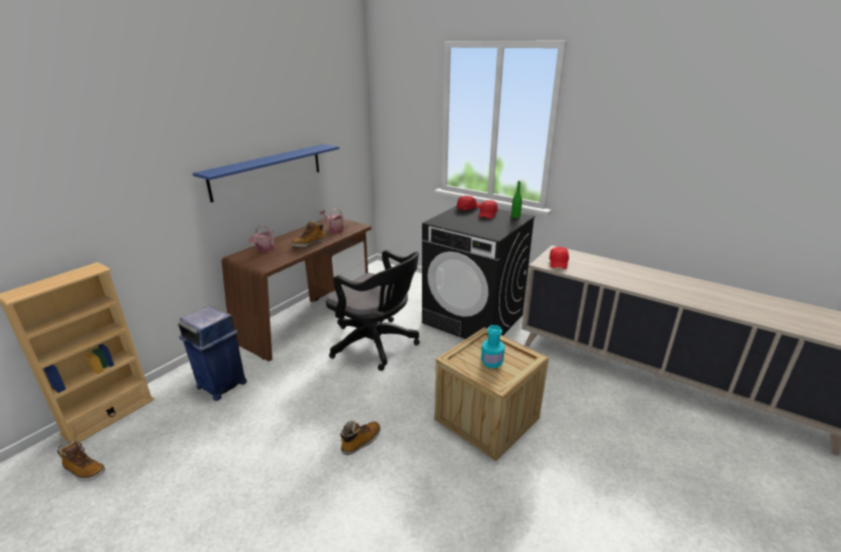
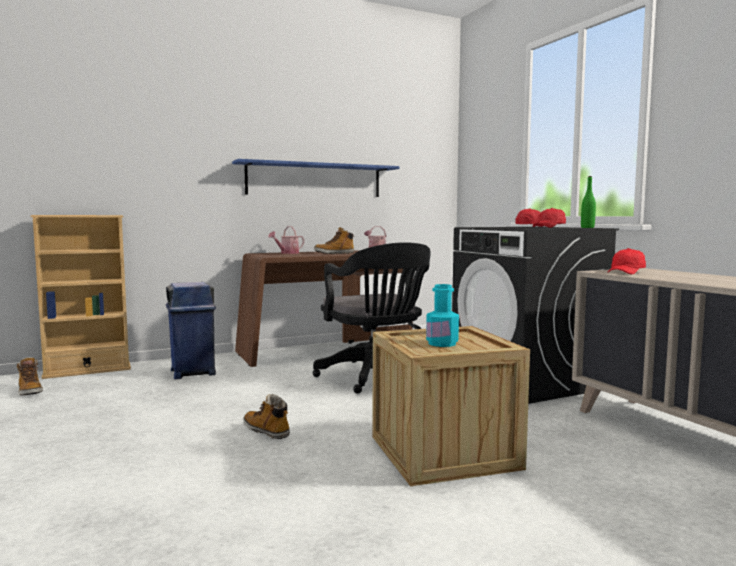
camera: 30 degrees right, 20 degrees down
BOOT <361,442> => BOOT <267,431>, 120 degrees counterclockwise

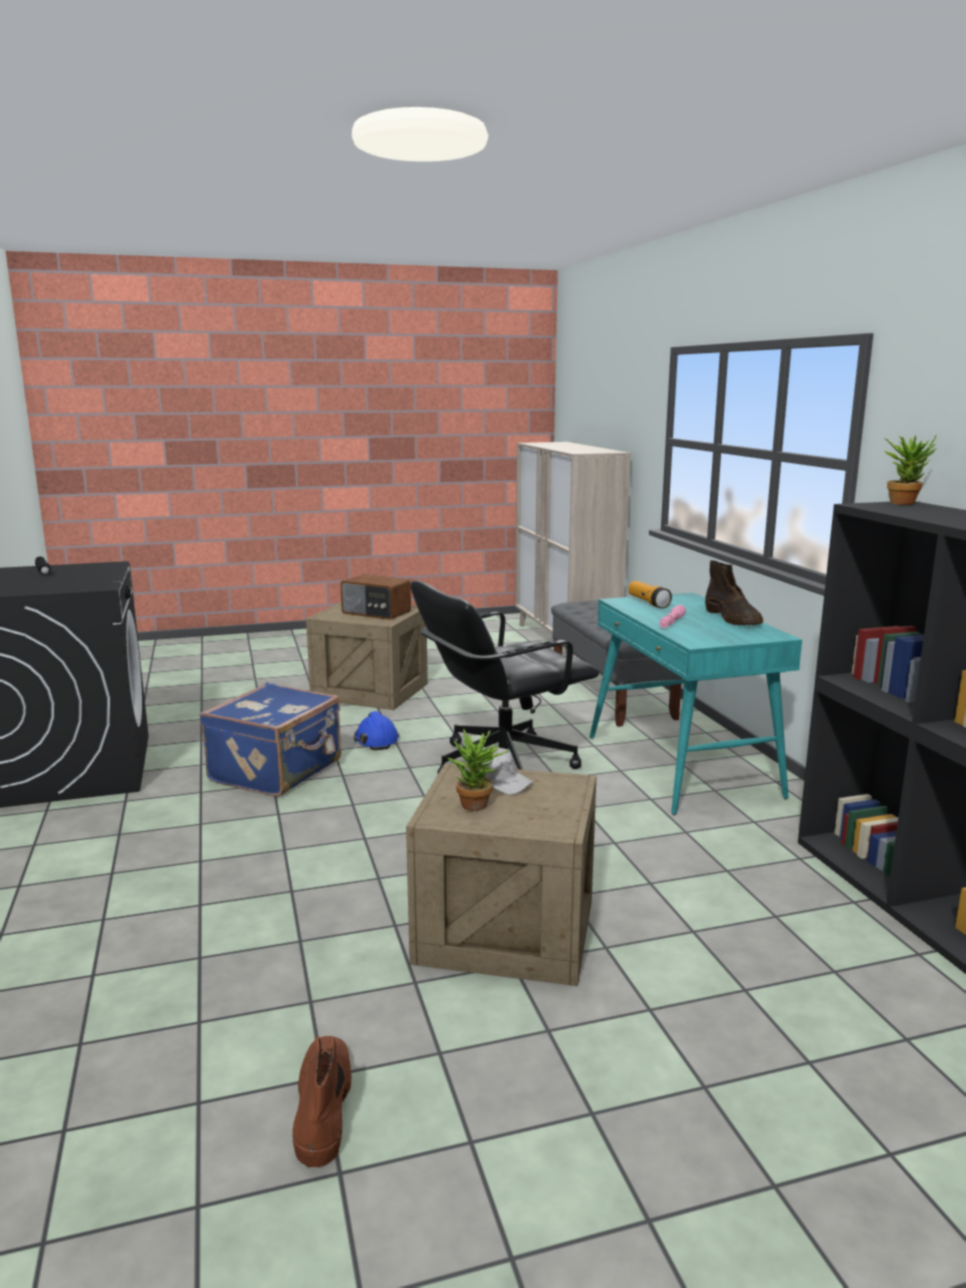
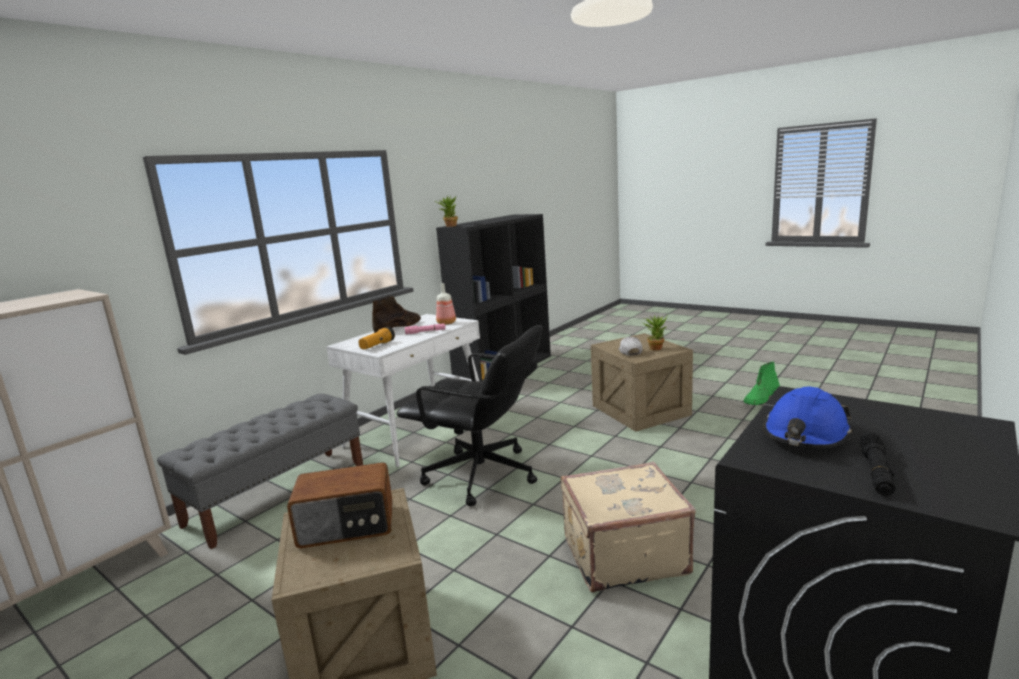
camera: 125 degrees left, 0 degrees up
RADIO <376,613> => RADIO <347,526>, 90 degrees clockwise
BLUE-GREEN DESK <682,766> => WHITISH DESK <418,430>
nothing => DRINK BOTTLE <447,323>
BLUE-COLOURED PIECE OF LUGGAGE <278,771> => BEIGE-COLOURED PIECE OF LUGGAGE <623,554>
BROWN BOOT <323,1104> => GREEN-COLOURED BOOT <761,399>
BLUE-COLOURED HARD HAT <376,740> => BLUE-COLOURED HARD HAT <805,435>, relocated

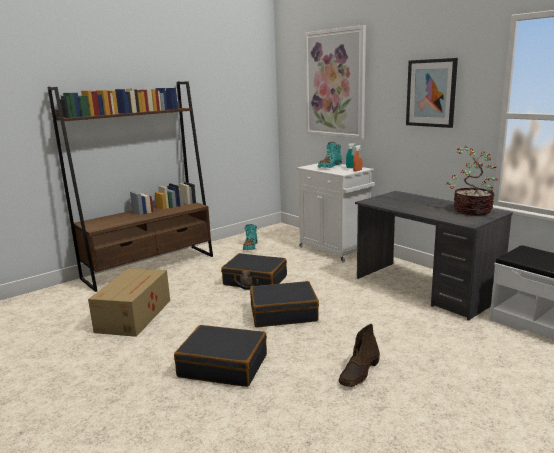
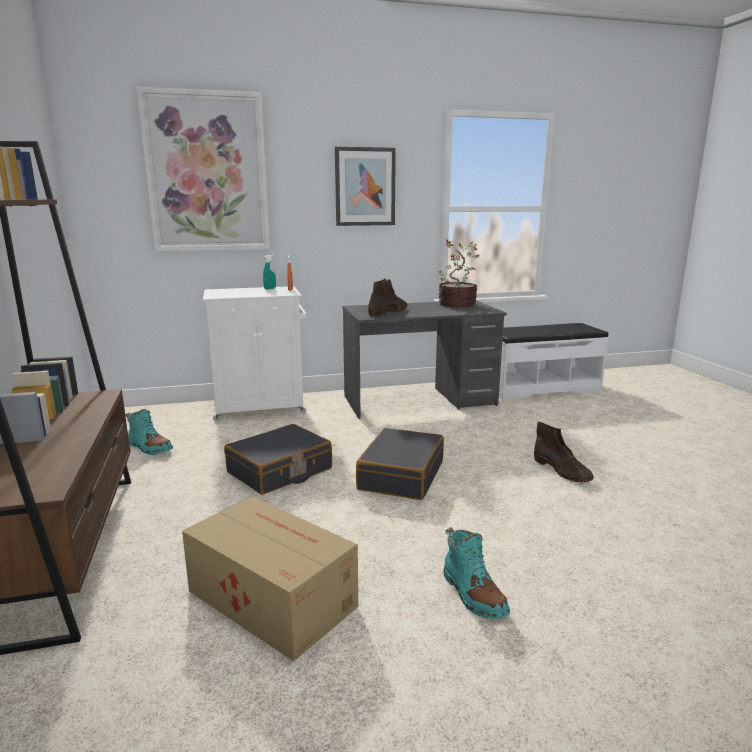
camera: 65 degrees left, 0 degrees up
nothing => BROWN BOOT <388,312>
BLUE-GREEN BOOT <329,166> => BLUE-GREEN BOOT <473,594>, relocated
BLACKISH PIECE OF LUGGAGE <223,365> => nothing

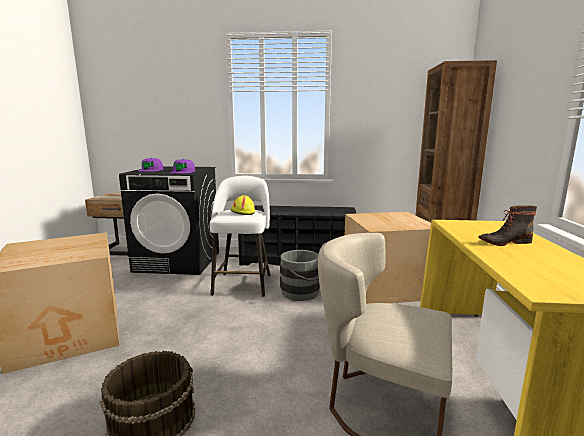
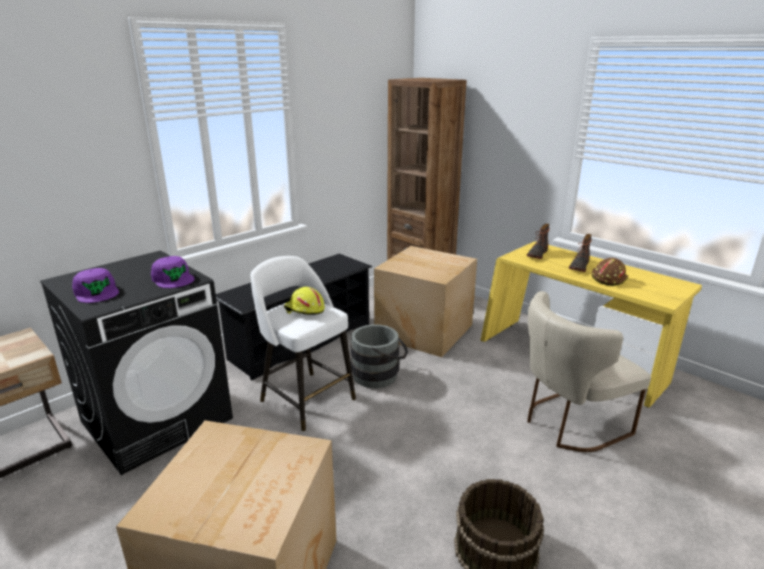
camera: 50 degrees left, 10 degrees up
nothing => BOOT <537,254>
nothing => BROWN HARD HAT <608,278>

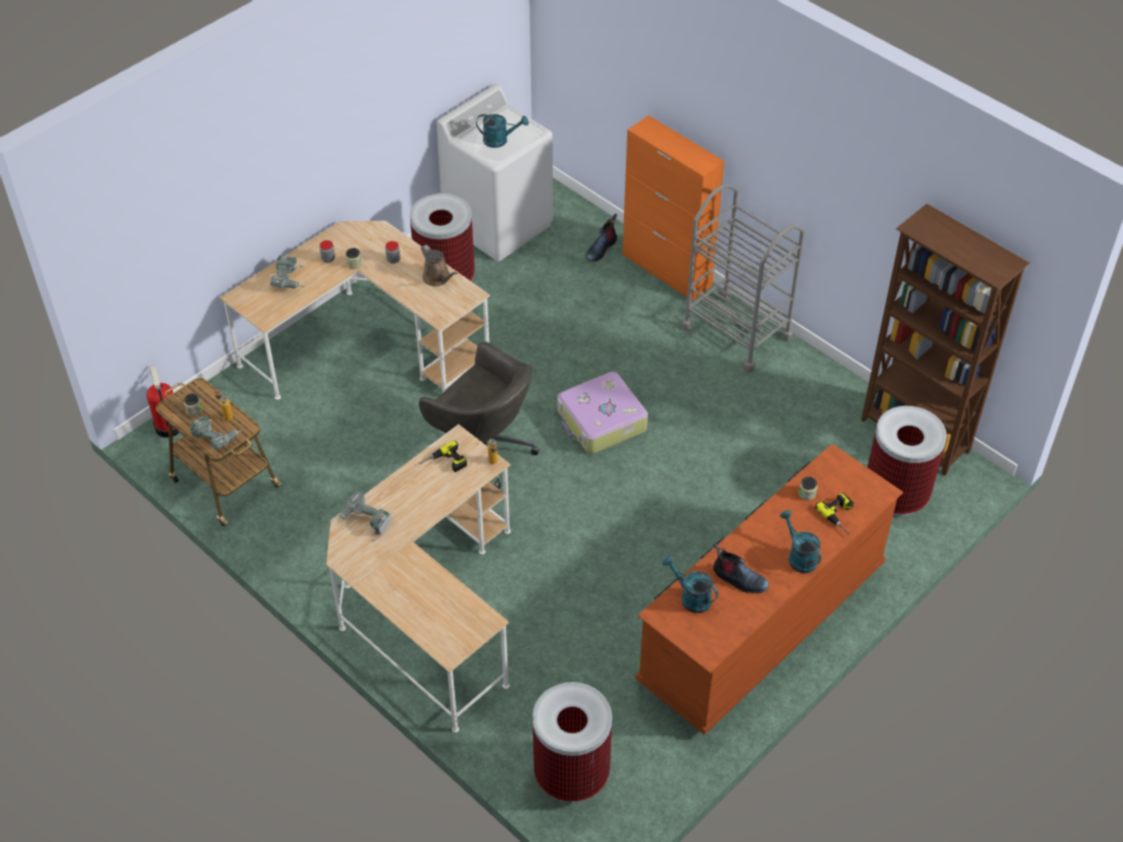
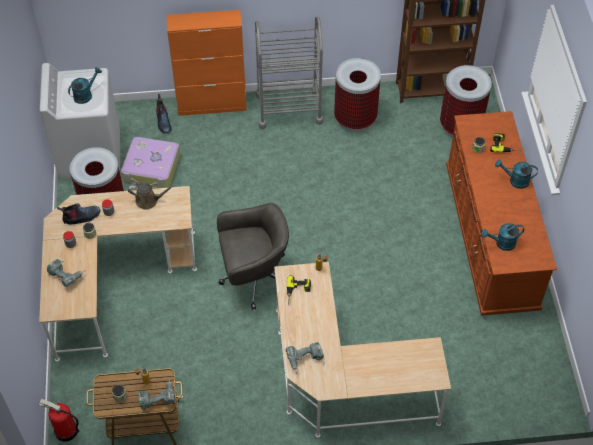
camera: 50 degrees left, 5 degrees up
BOOT <738,579> => BOOT <81,217>, relocated
PIECE OF LUGGAGE <601,422> => PIECE OF LUGGAGE <152,169>, relocated
WASTE BIN <571,774> => WASTE BIN <355,118>, relocated

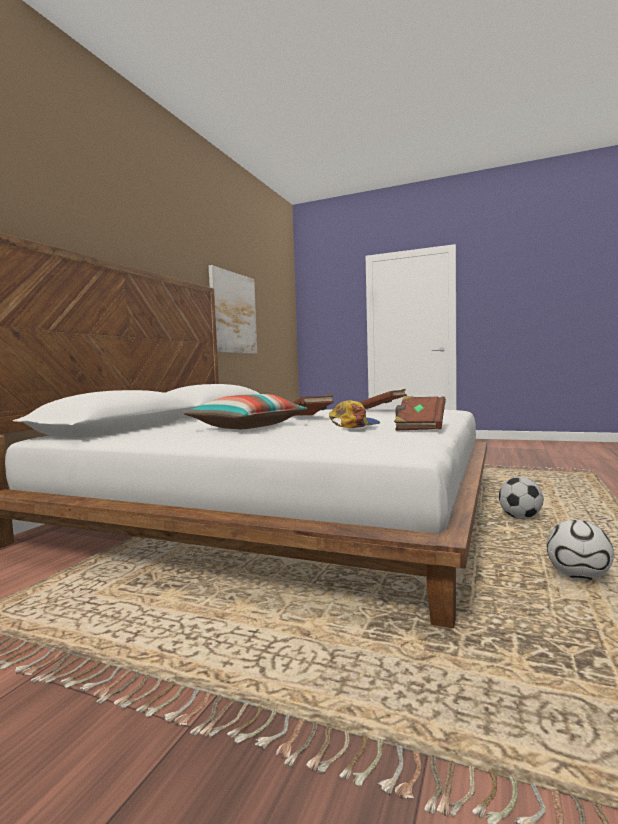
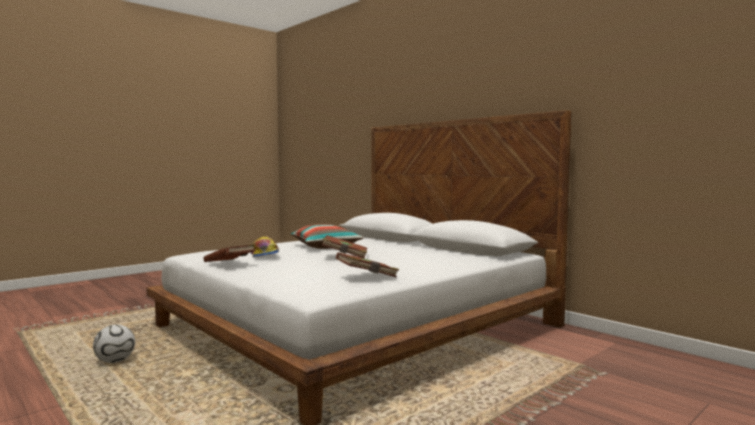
camera: 115 degrees right, 0 degrees up
WALL PICTURE <233,313> => nothing
FOOTBALL BALL <521,518> => nothing

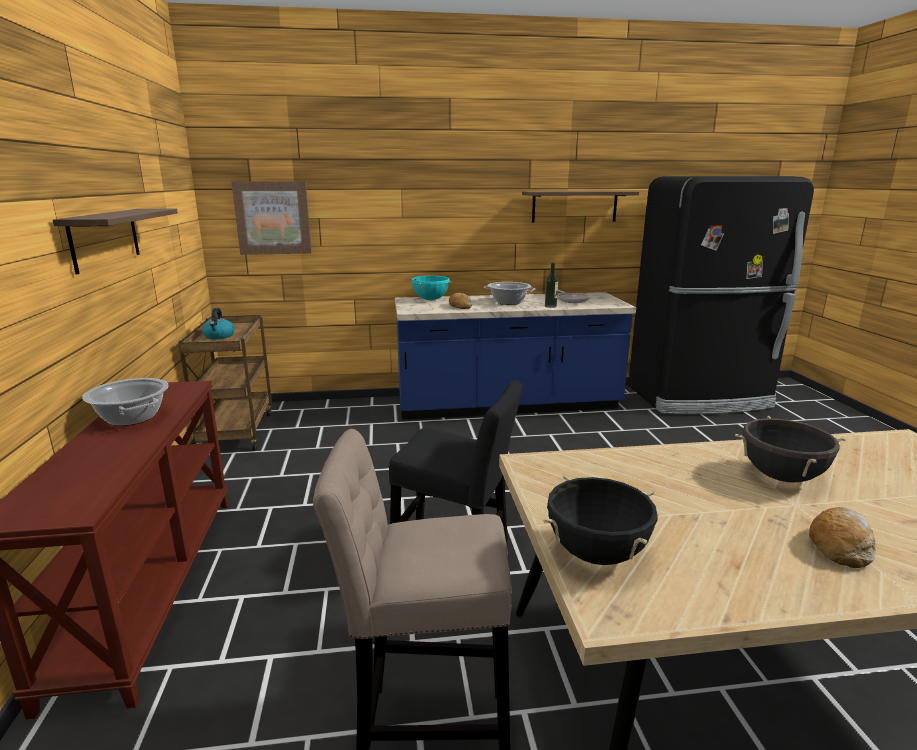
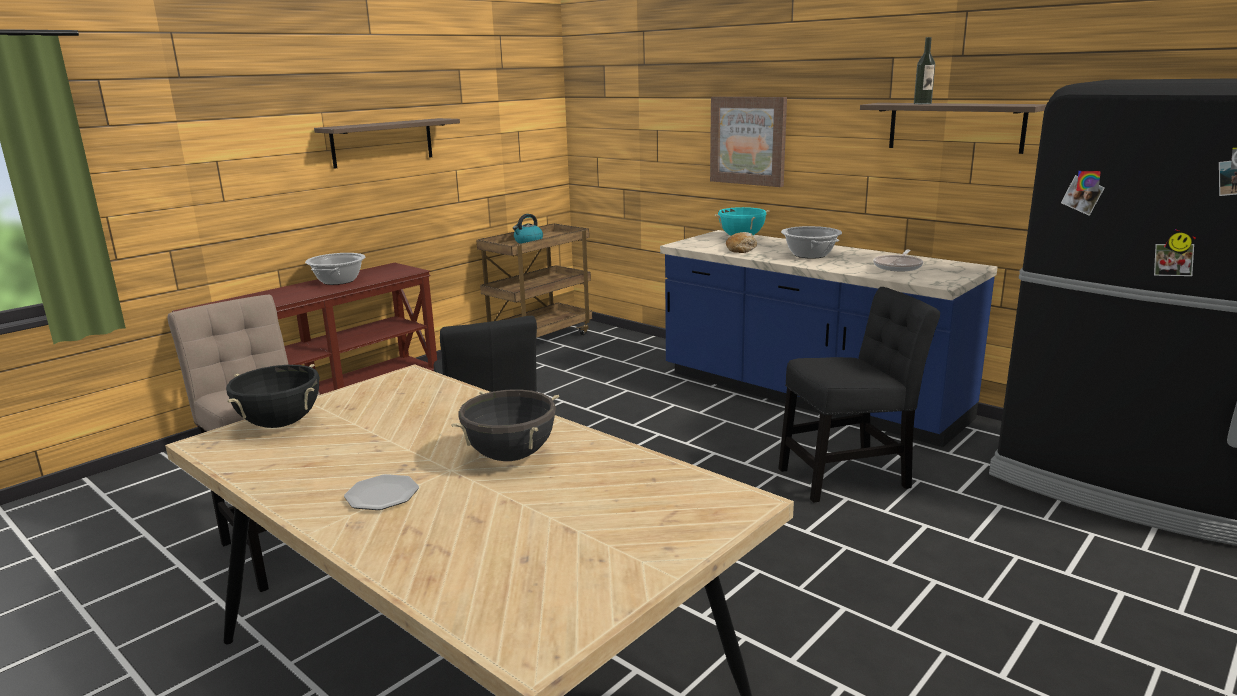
camera: 50 degrees right, 0 degrees up
BAKED BREAD <840,545> => PLATE <383,495>
WALL PICTURE <273,218> => WALL PICTURE <748,140>, relocated
nothing => BLACKISH CHAIR <849,476>
DRINK BOTTLE <550,306> => DRINK BOTTLE <922,103>, relocated

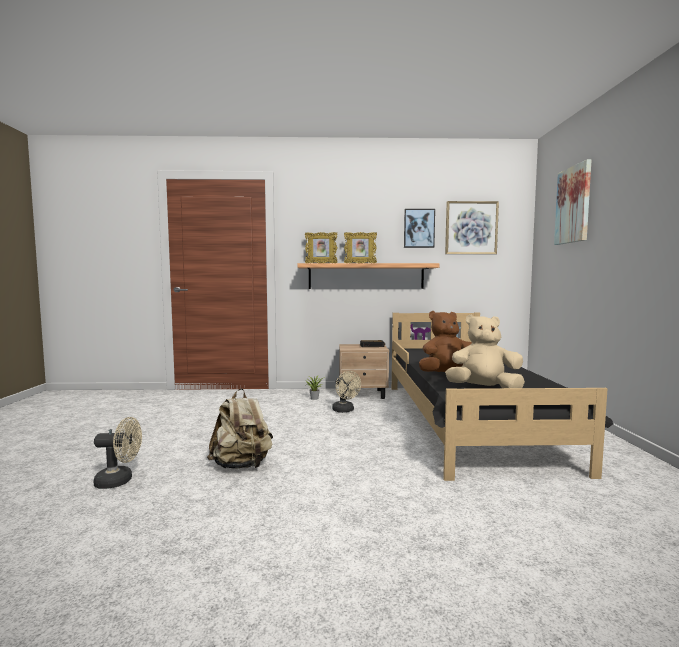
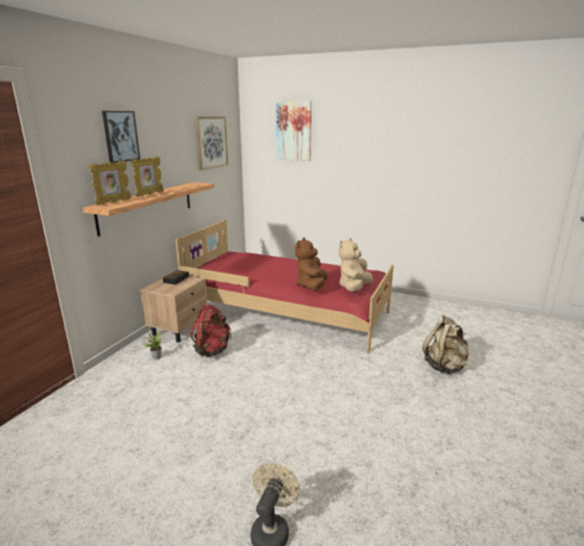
camera: 65 degrees left, 15 degrees up
WALL PICTURE <419,228> => WALL PICTURE <120,136>, relocated
BLACKISH SLEEPING BED <467,421> => REDDISH SLEEPING BED <287,312>
BEIGE-COLOURED FAN <345,410> => REDDISH BACKPACK <212,350>
BEIGE-COLOURED BACKPACK <242,465> => BEIGE-COLOURED BACKPACK <445,366>, relocated

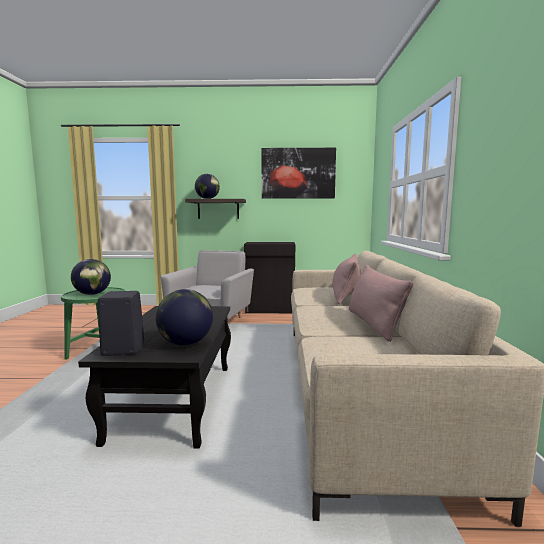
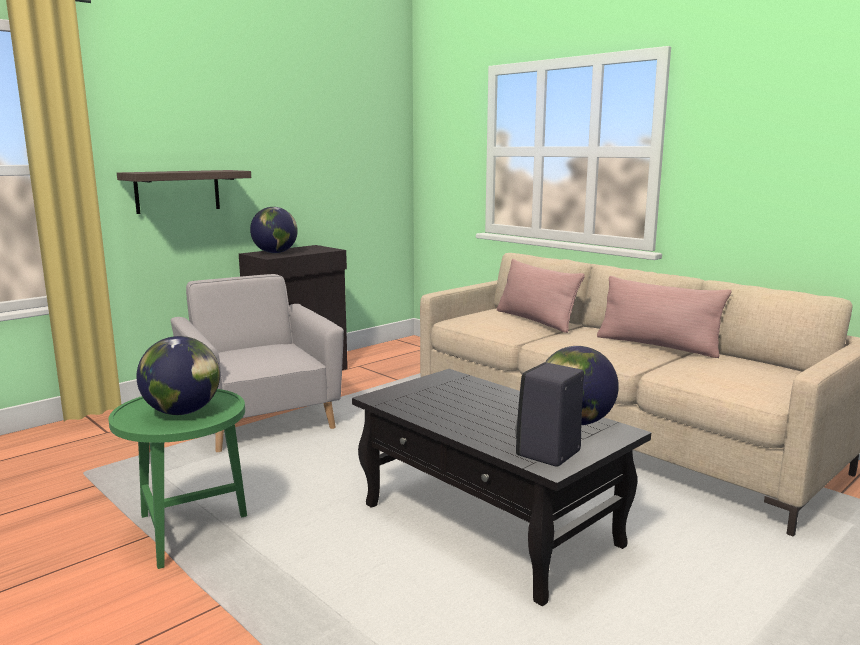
camera: 45 degrees left, 5 degrees up
DESK GLOBE <207,199> => DESK GLOBE <275,253>, relocated
WALL PICTURE <298,173> => nothing

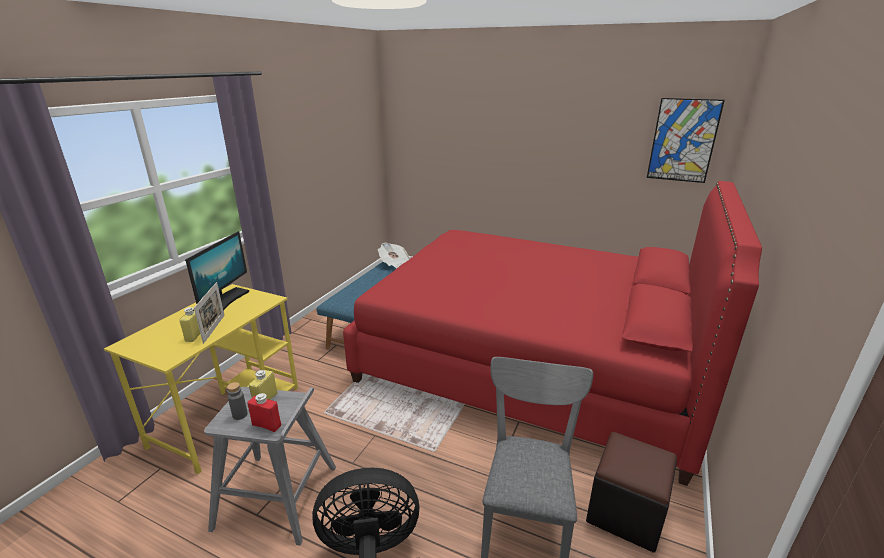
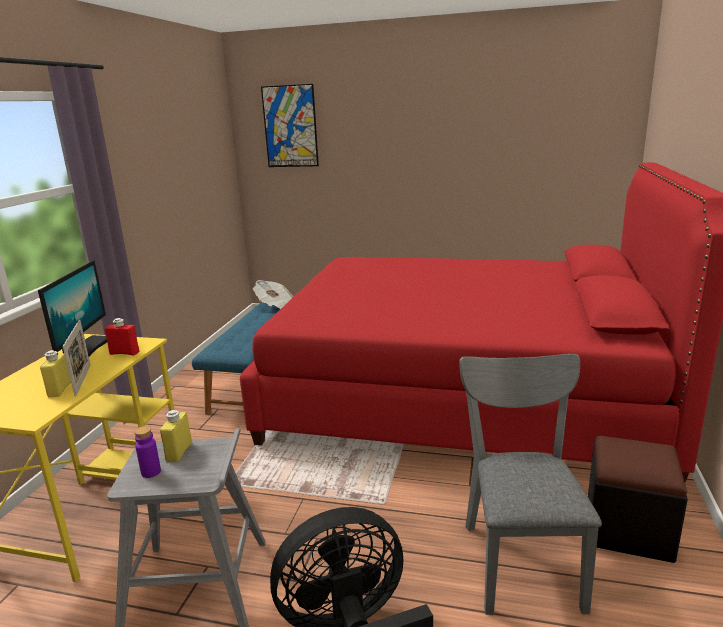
camera: 10 degrees left, 5 degrees down
REDDISH DRINK BOTTLE <266,425> => REDDISH DRINK BOTTLE <124,353>, relocated
GRAY DRINK BOTTLE <240,415> => PURPLE DRINK BOTTLE <151,472>
WALL PICTURE <683,140> => WALL PICTURE <290,126>, relocated

